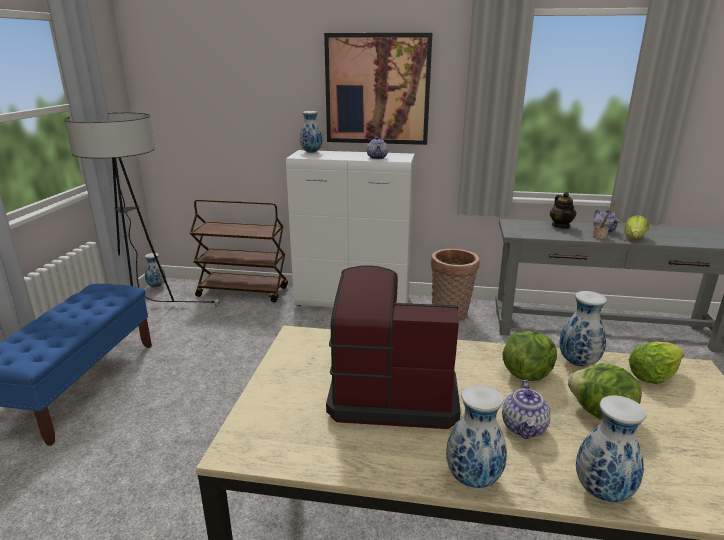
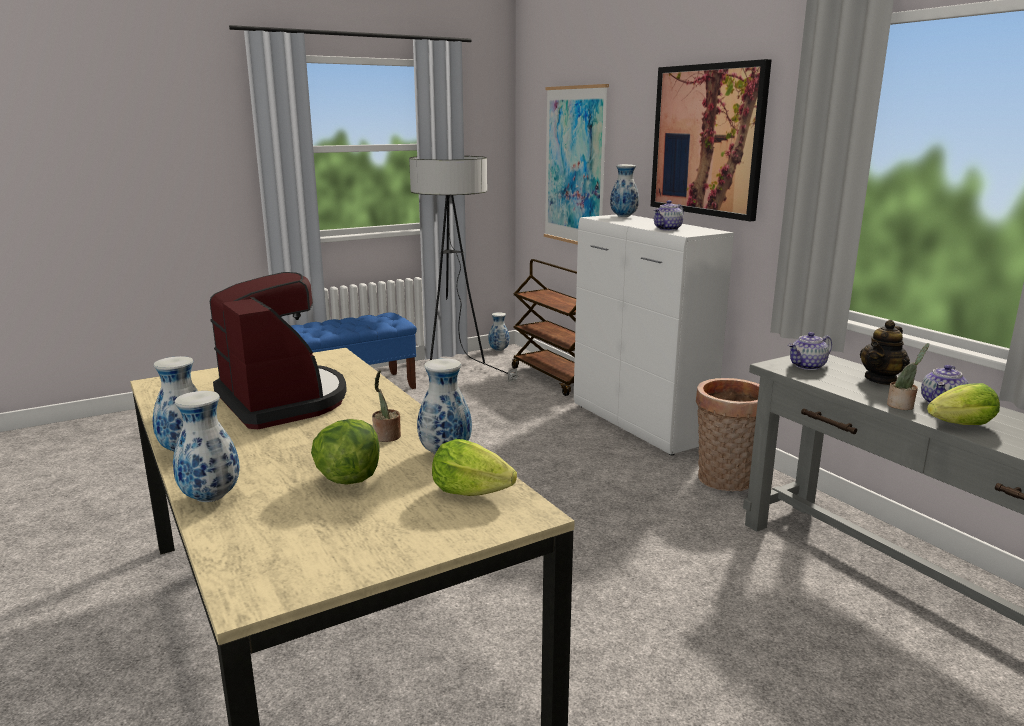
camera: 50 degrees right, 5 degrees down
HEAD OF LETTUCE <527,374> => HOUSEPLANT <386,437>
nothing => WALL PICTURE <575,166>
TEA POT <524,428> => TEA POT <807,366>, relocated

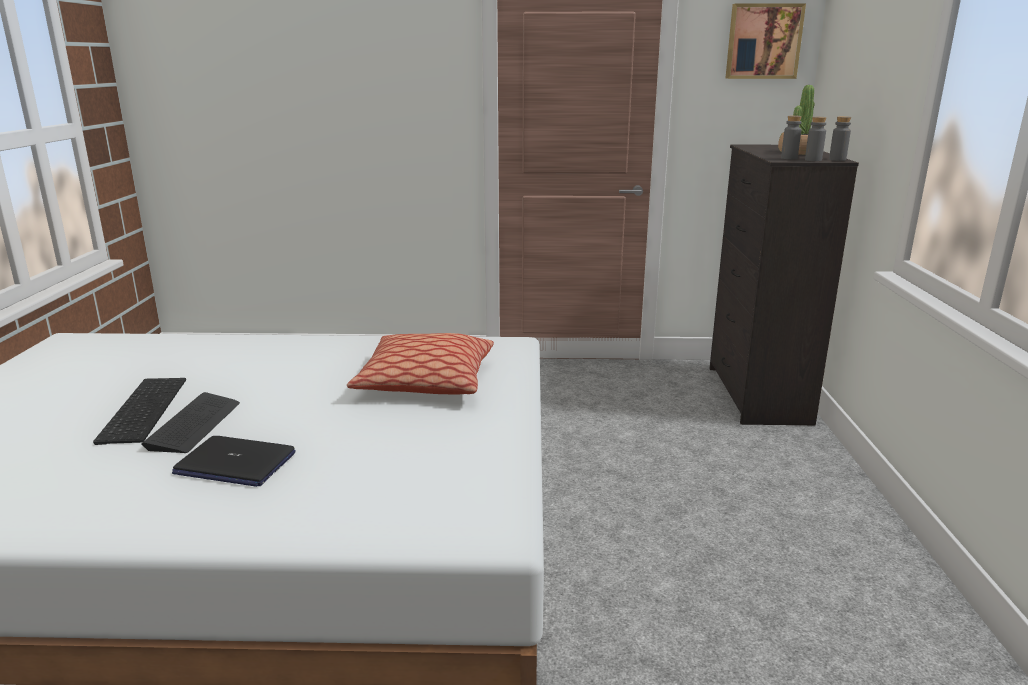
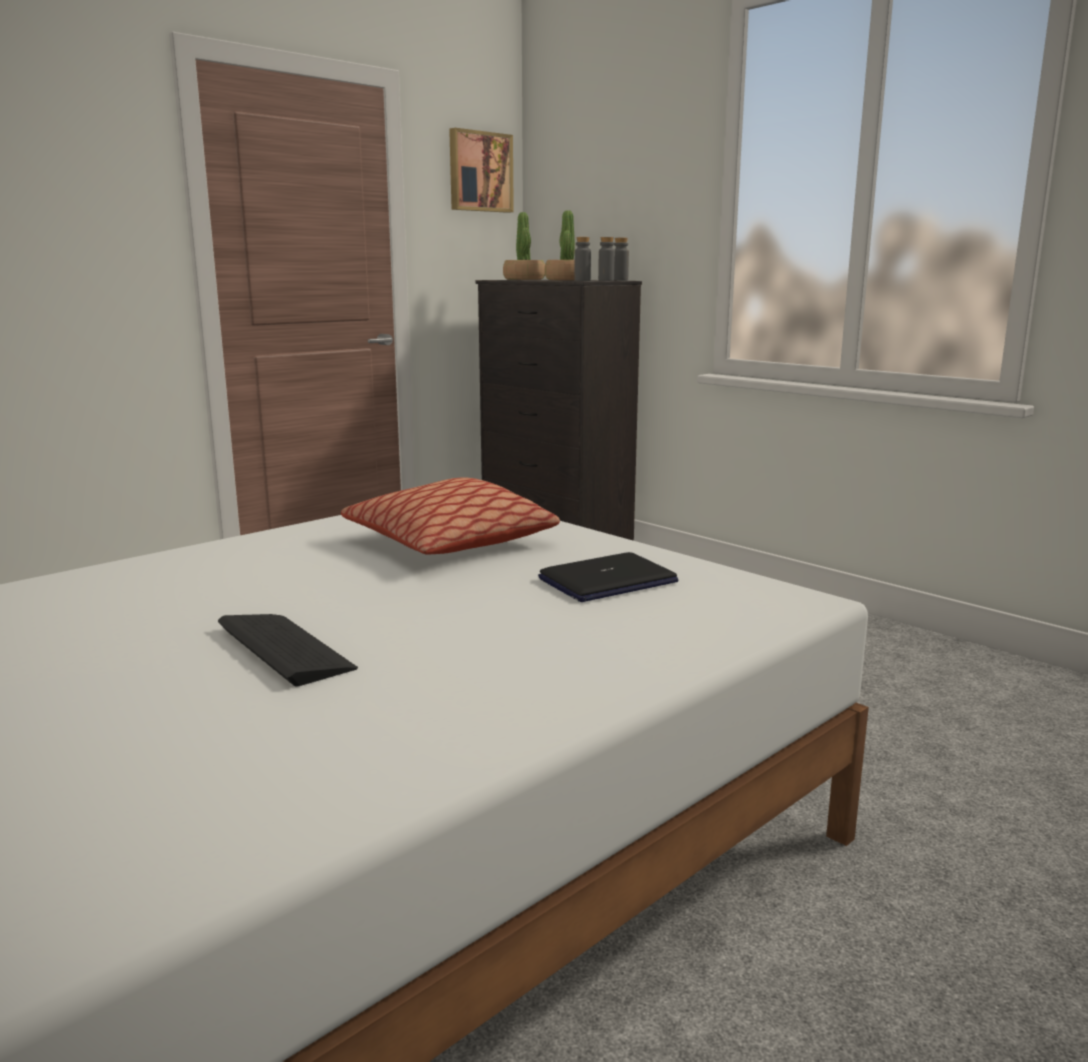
camera: 45 degrees left, 5 degrees down
nothing => HOUSEPLANT <524,279>
NOTEBOOK COMPUTER <235,463> => NOTEBOOK COMPUTER <607,581>, relocated
PC KEYBOARD <141,408> => nothing

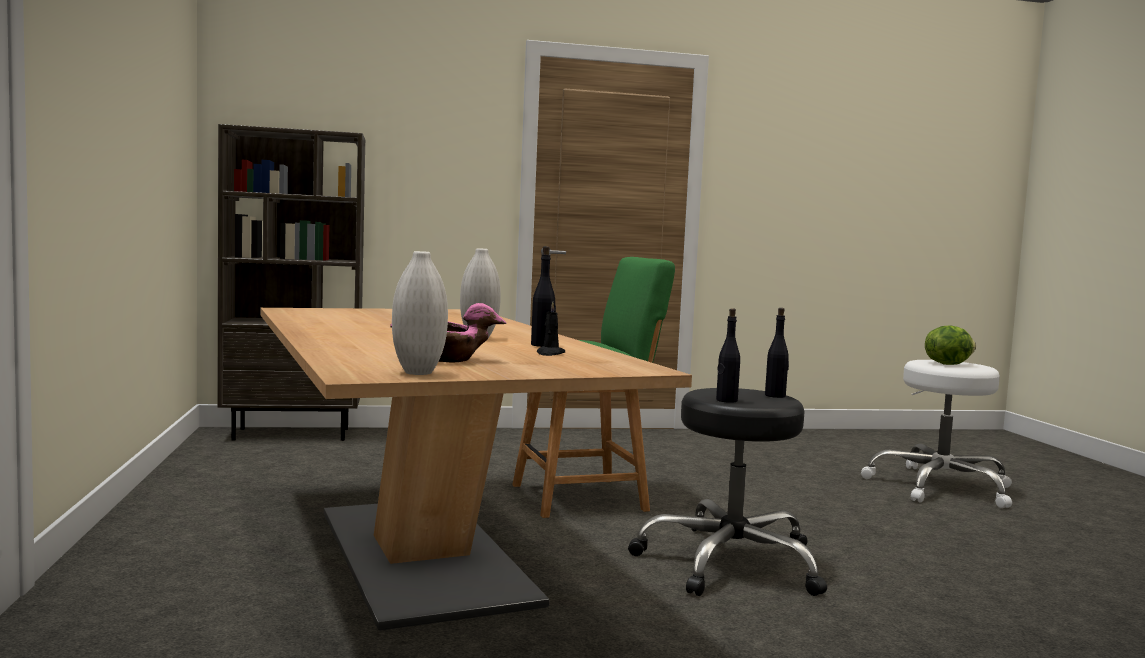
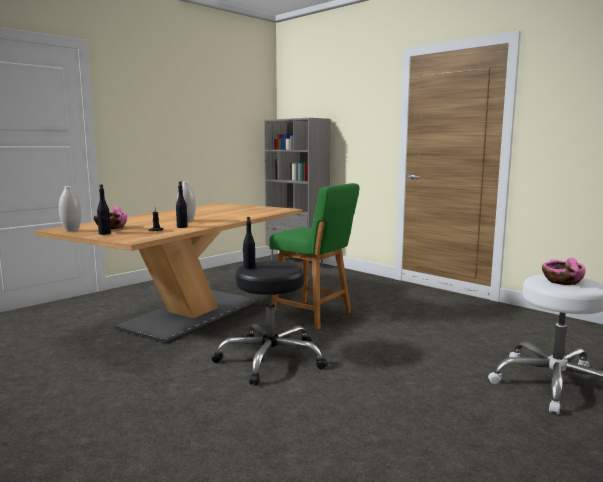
camera: 55 degrees right, 5 degrees up
BLACKISH DRINK BOTTLE <775,396> => BLACKISH DRINK BOTTLE <105,233>, relocated
BROWN BOOKSHELF <293,434> => GRAY BOOKSHELF <297,262>
HEAD OF LETTUCE <947,364> => PINK-COLOURED BOWL <562,281>

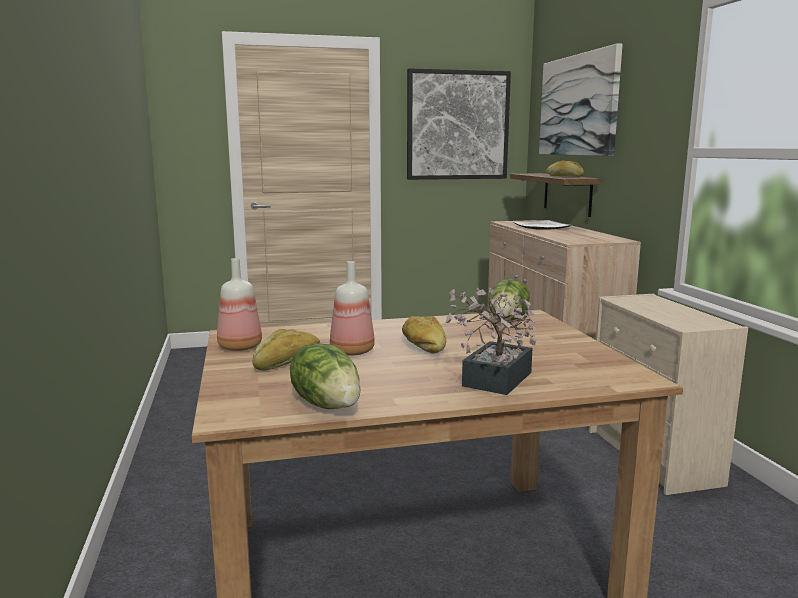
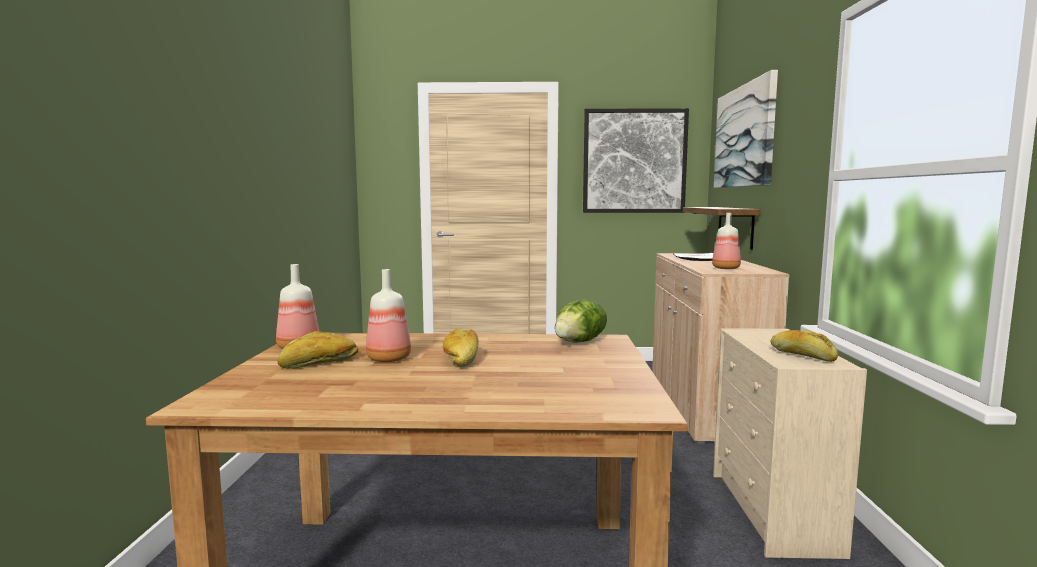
camera: 15 degrees right, 5 degrees down
nothing => DRINK BOTTLE <725,268>
BAKED BREAD <564,176> => BAKED BREAD <802,355>, relocated
HEAD OF LETTUCE <328,404> => nothing
HOUSEPLANT <492,382> => nothing

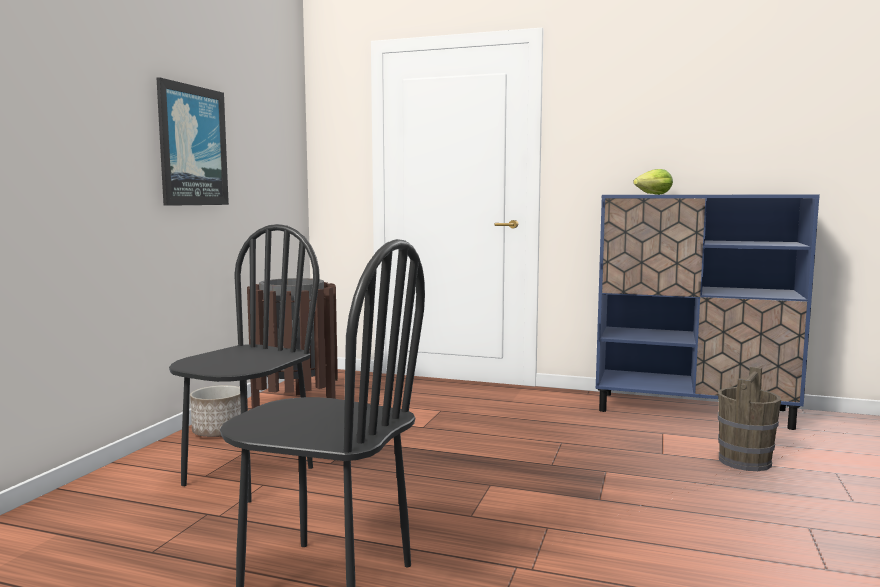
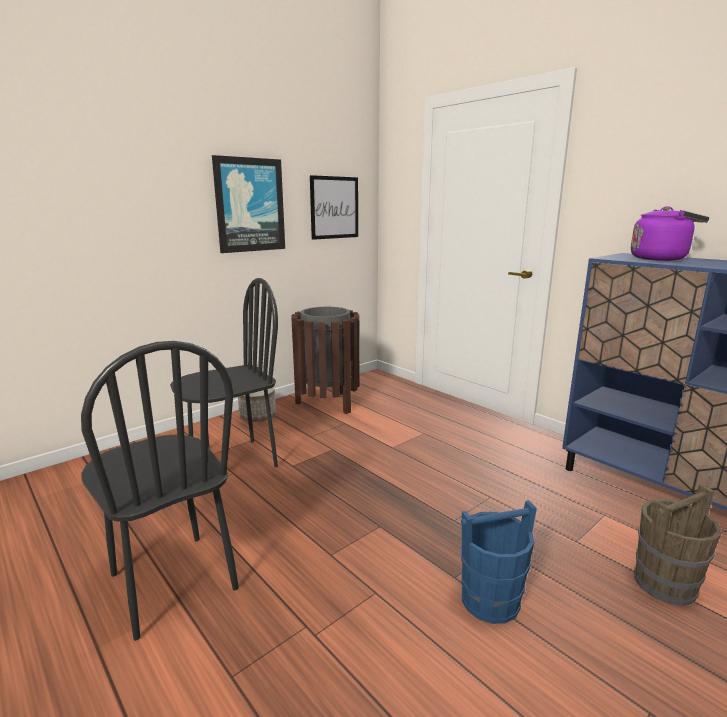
camera: 30 degrees right, 10 degrees up
nothing => WALL PICTURE <334,207>
nothing => BLUE-COLOURED WATER BUCKET <490,600>
HEAD OF LETTUCE <653,194> => PURPLE WATER KETTLE <661,259>

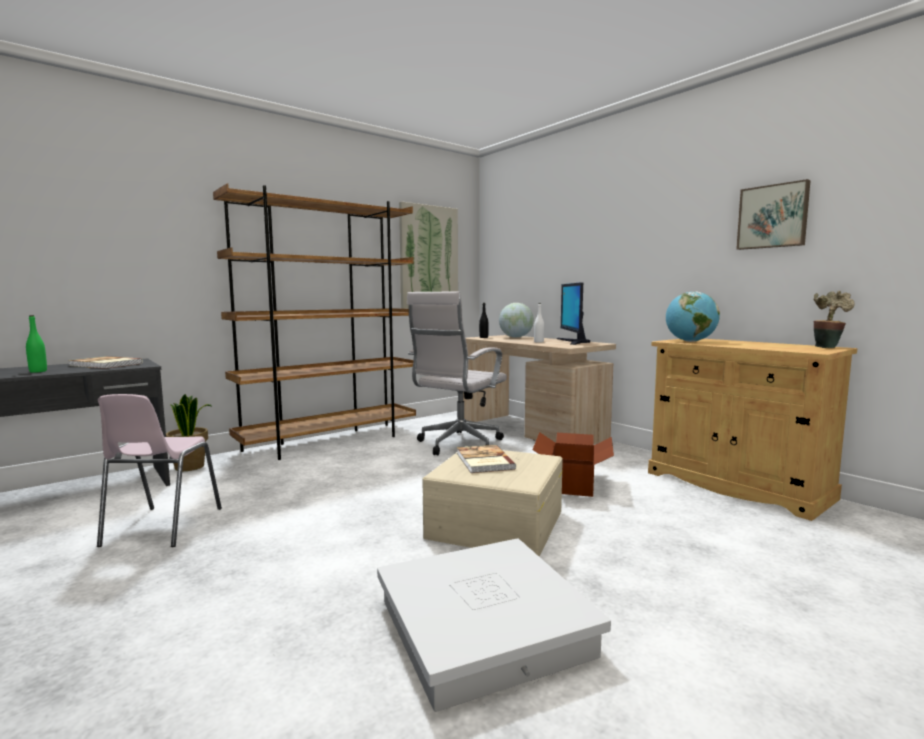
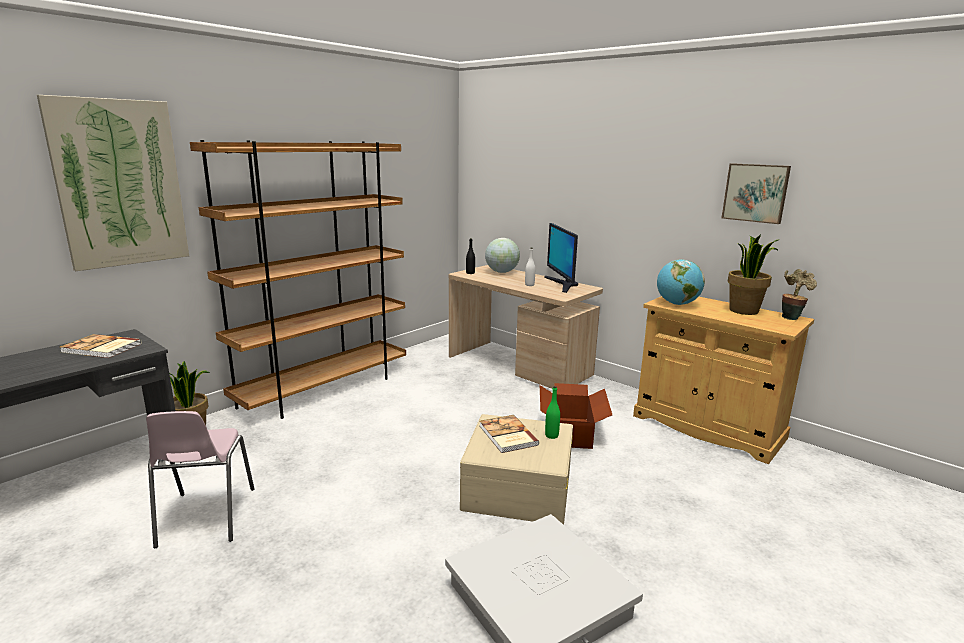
camera: 10 degrees left, 10 degrees up
WALL PICTURE <428,258> => WALL PICTURE <120,184>, relocated
GREEN-COLOURED DRINK BOTTLE <38,371> => GREEN-COLOURED DRINK BOTTLE <551,435>, relocated
nothing => HOUSEPLANT <744,311>
WHITISH DESK CHAIR <457,445> => nothing

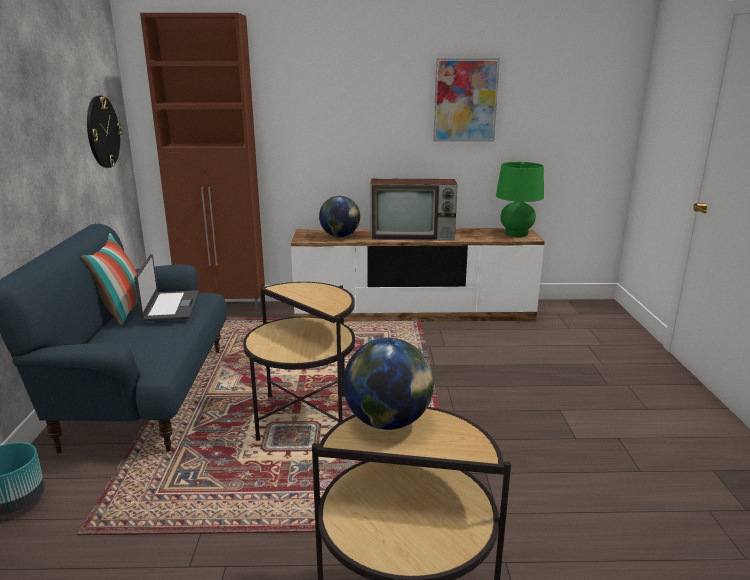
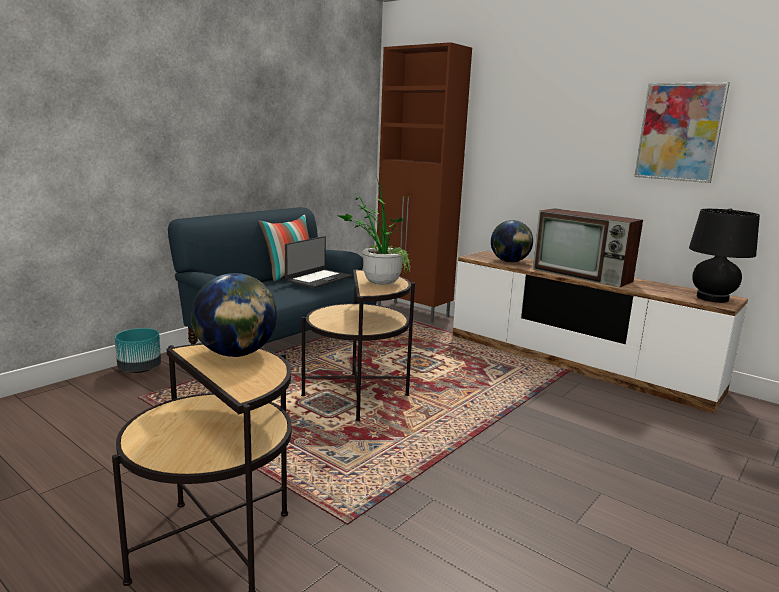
camera: 40 degrees right, 5 degrees down
nothing => HOUSEPLANT <376,281>
GREEN-COLOURED TABLE LAMP <516,234> => BLACKISH TABLE LAMP <712,298>
HANGING CLOCK <102,132> => nothing

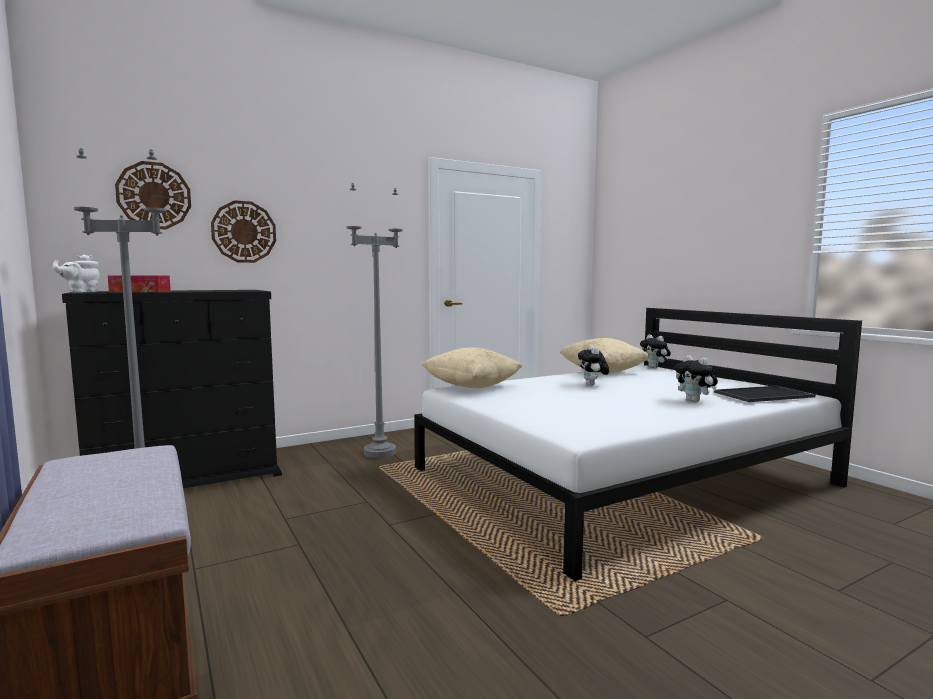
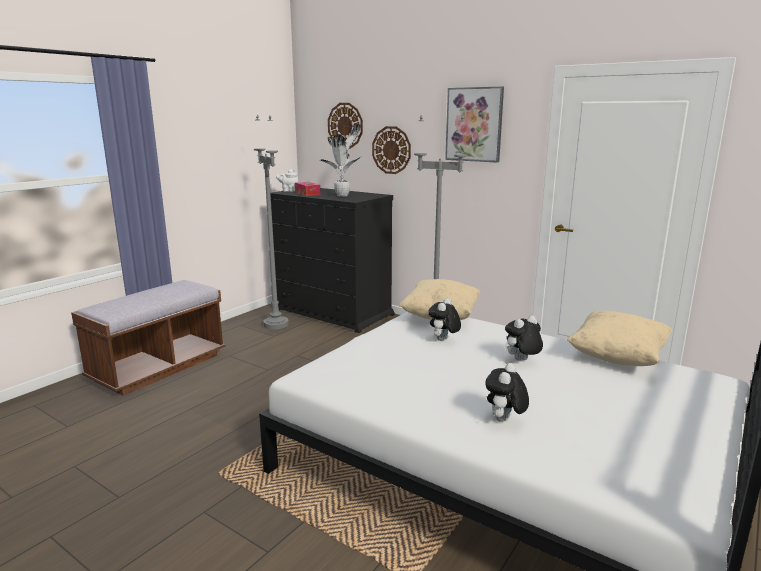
camera: 65 degrees right, 10 degrees up
nothing => HOUSEPLANT <343,195>
PLUSH TOY <654,367> => PLUSH TOY <443,340>, relocated
nothing => WALL PICTURE <474,124>
SERVING TRAY <763,395> => nothing

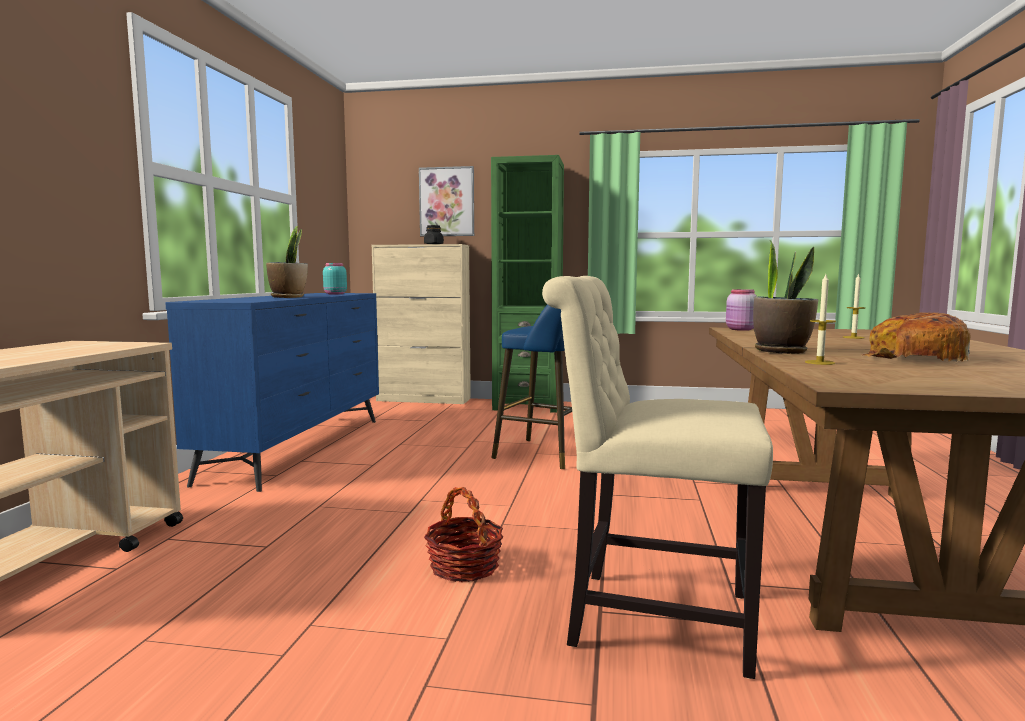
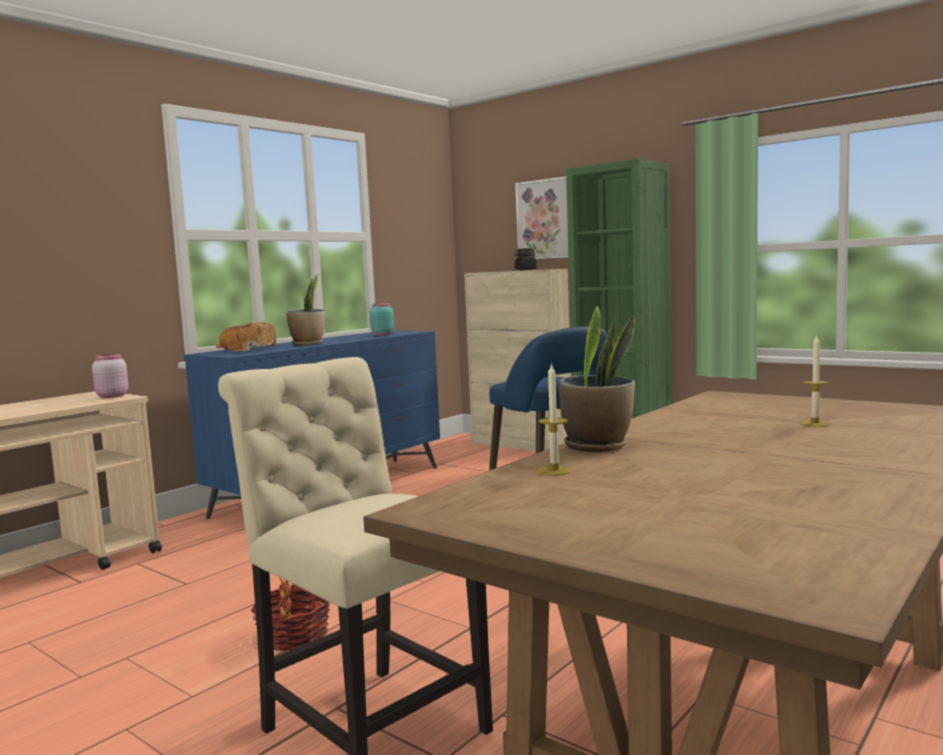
camera: 30 degrees right, 0 degrees up
PINK-COLOURED JAR <740,329> => PINK-COLOURED JAR <111,396>, relocated
BAKED BREAD <912,358> => BAKED BREAD <248,349>, relocated

